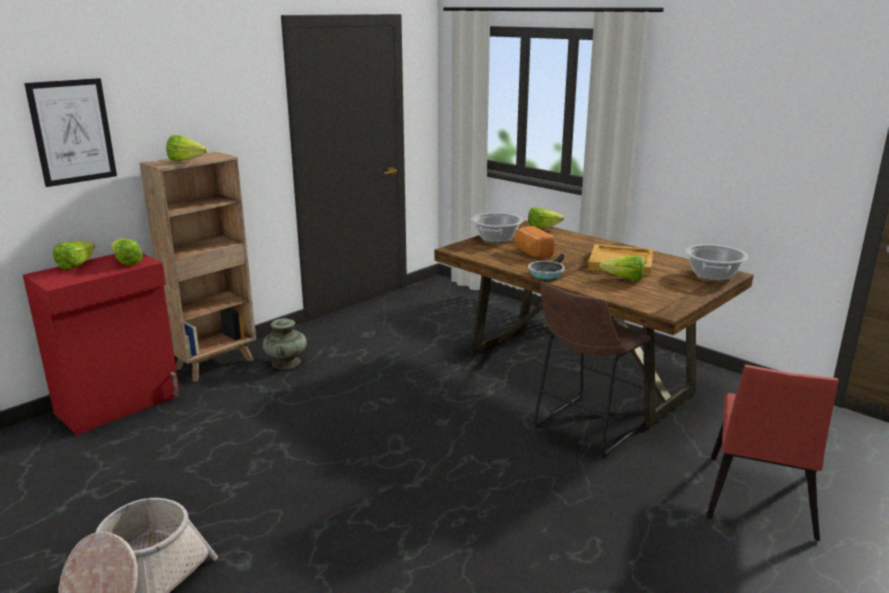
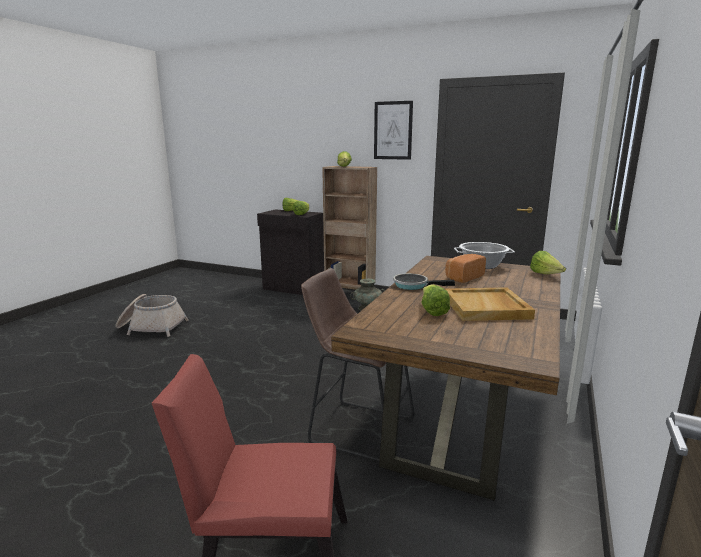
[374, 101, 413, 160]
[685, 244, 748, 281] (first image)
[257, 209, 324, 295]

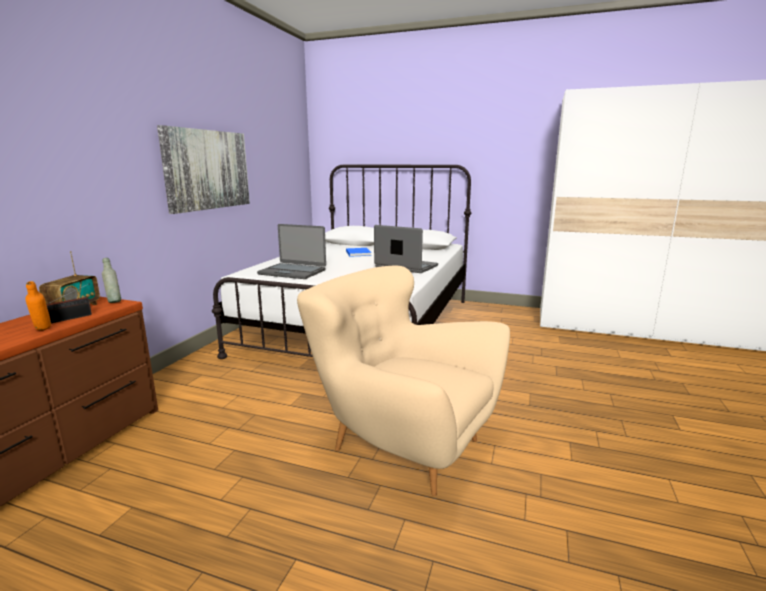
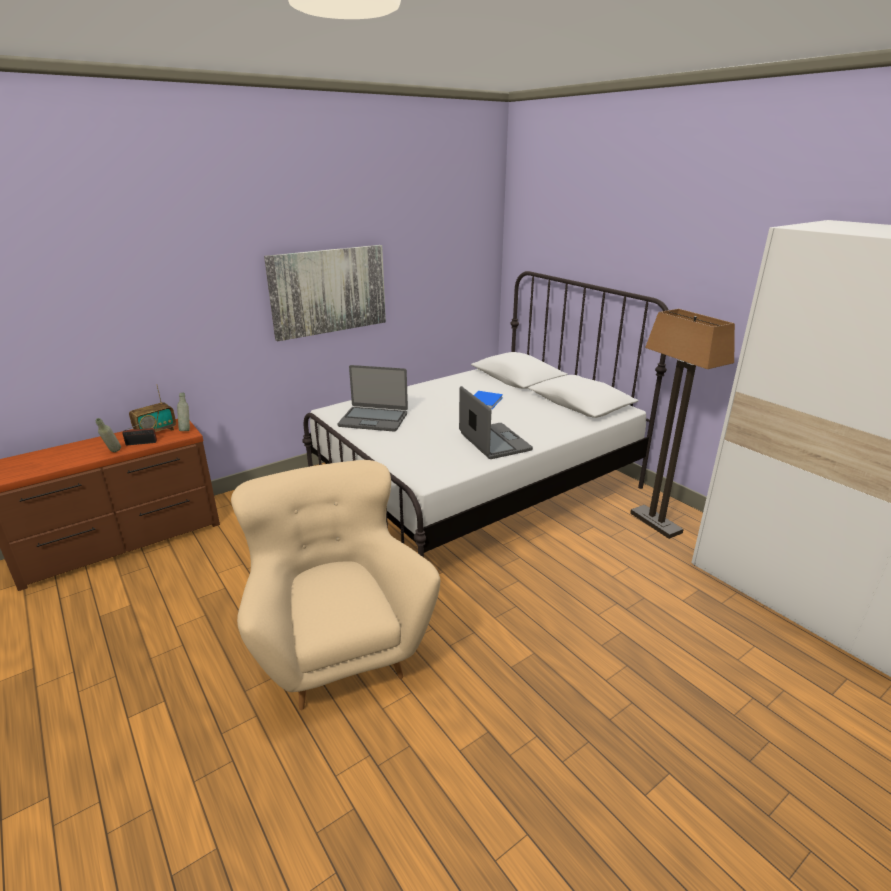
[338, 365, 408, 432]
[96, 418, 121, 452]
[630, 309, 735, 539]

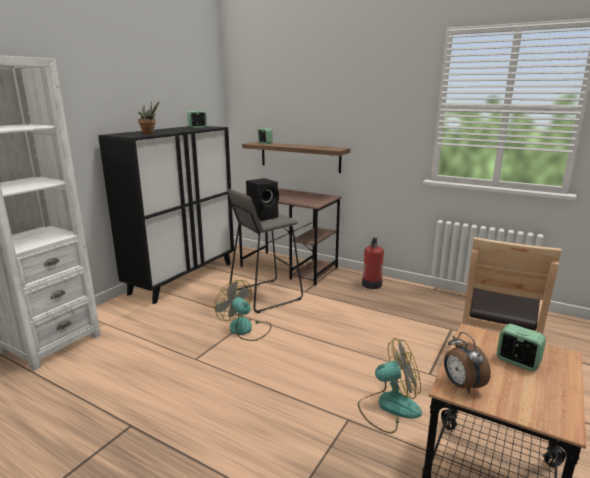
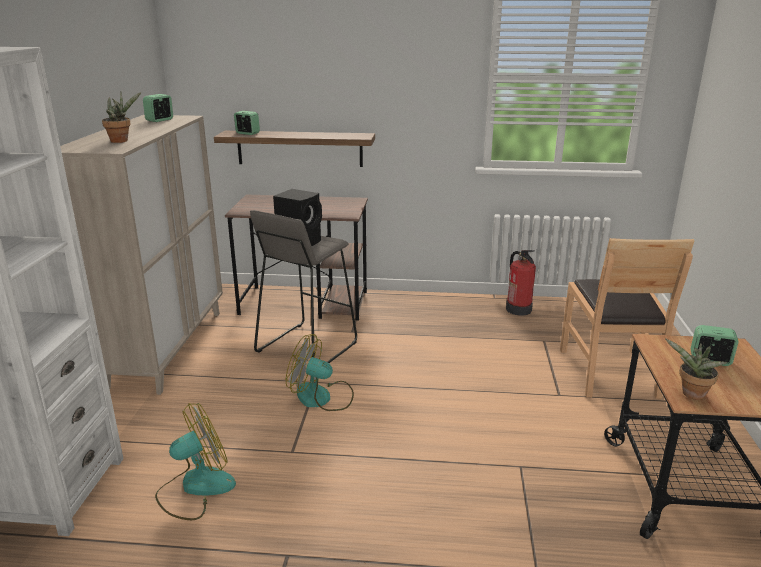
[60, 115, 223, 395]
[506, 250, 536, 316]
[665, 338, 728, 400]
[155, 403, 236, 520]

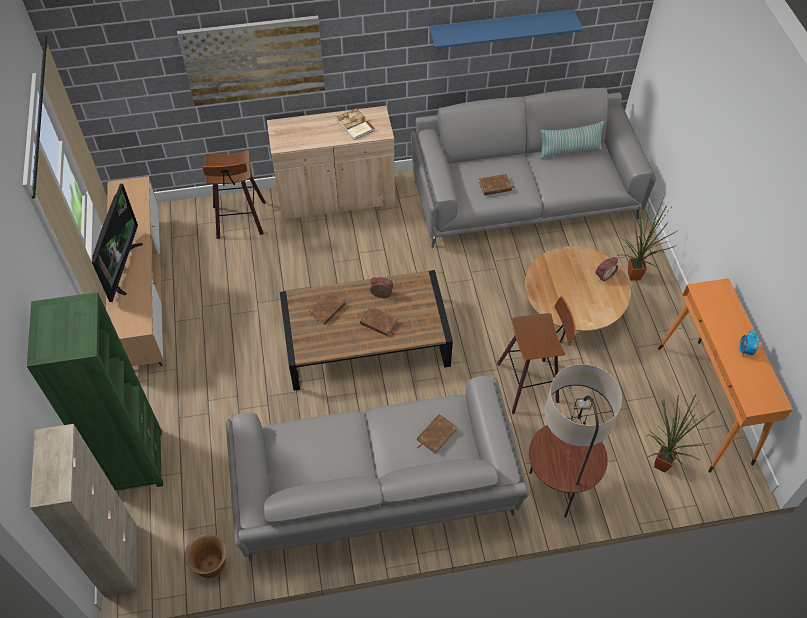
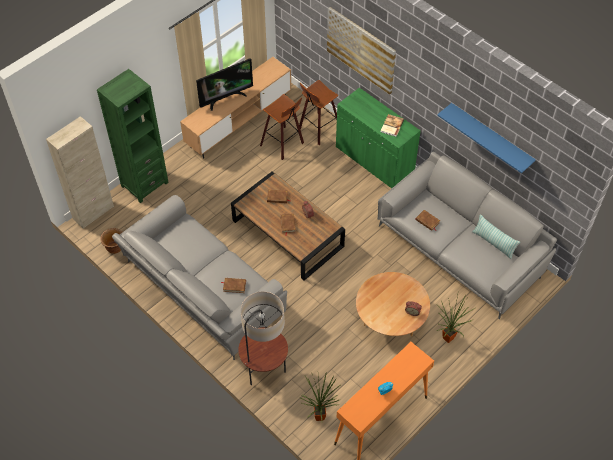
[336, 88, 421, 188]
[260, 94, 304, 160]

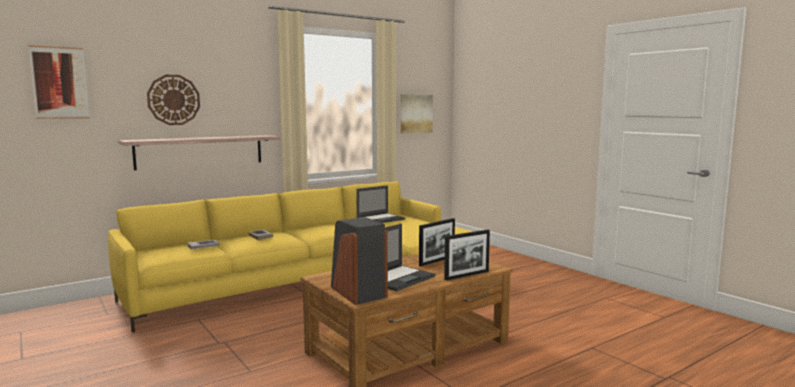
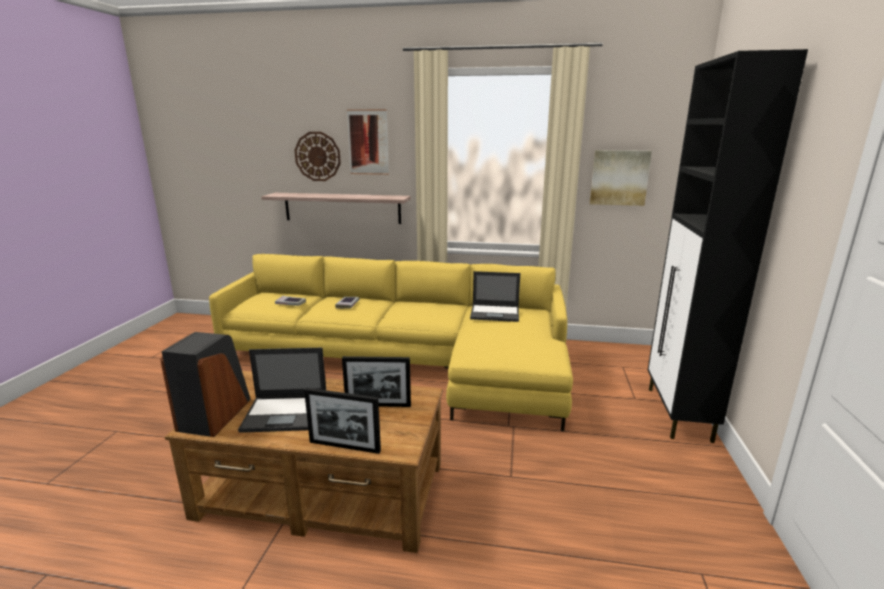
[347, 109, 389, 175]
[648, 49, 808, 443]

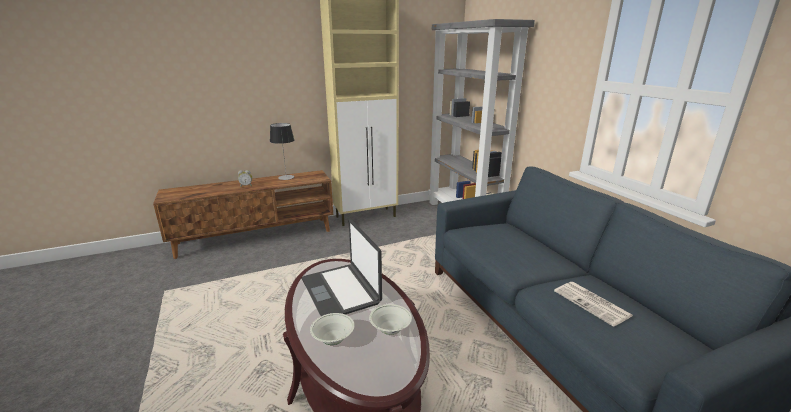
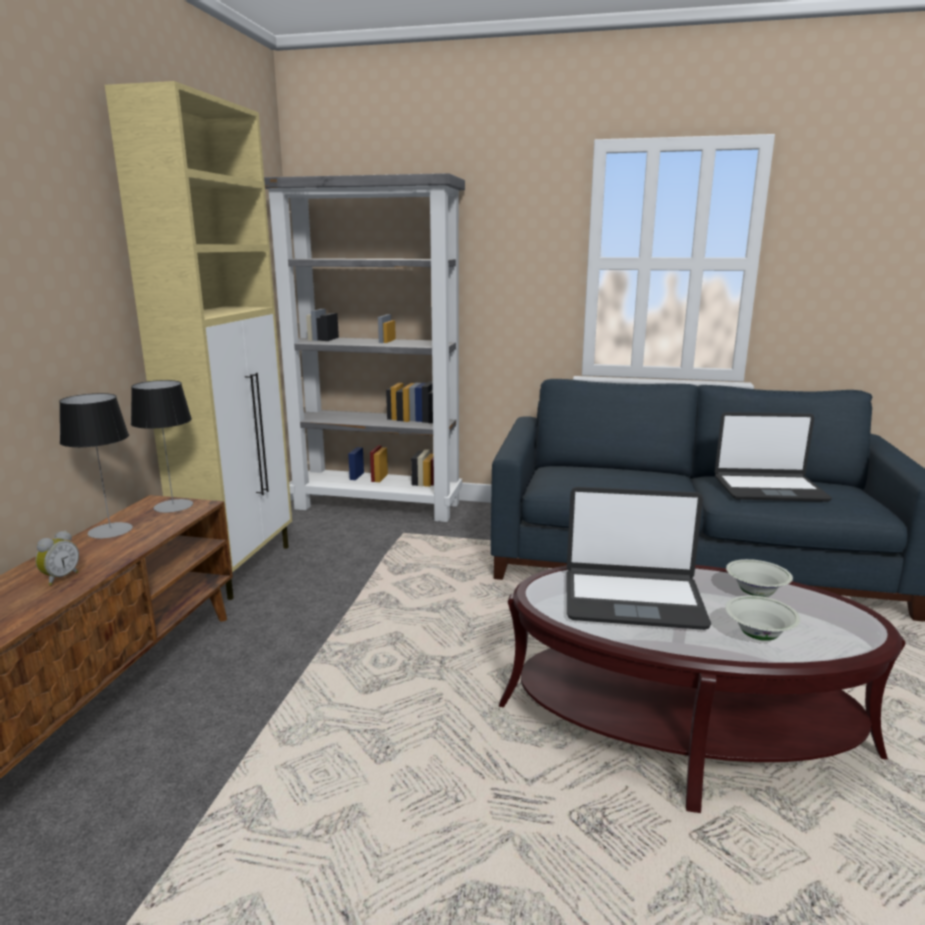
[715, 412, 832, 502]
[131, 380, 193, 513]

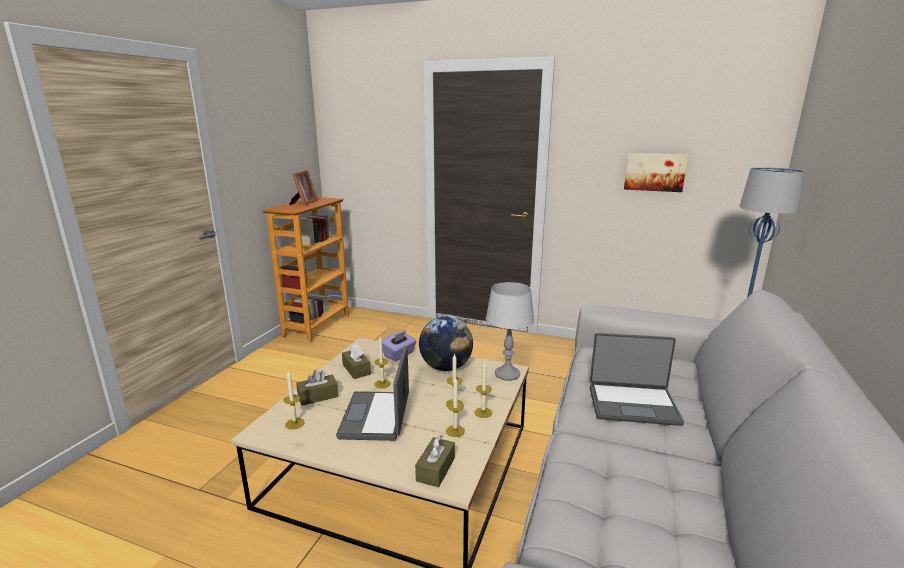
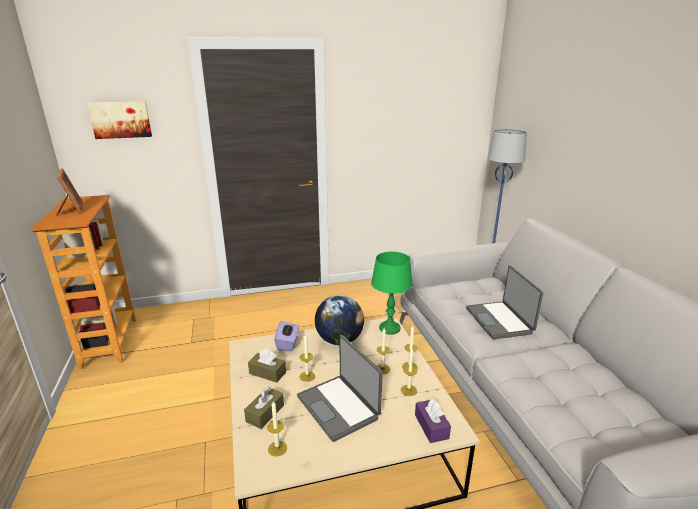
[87, 101, 152, 139]
[371, 252, 413, 335]
[466, 266, 543, 339]
[415, 398, 451, 443]

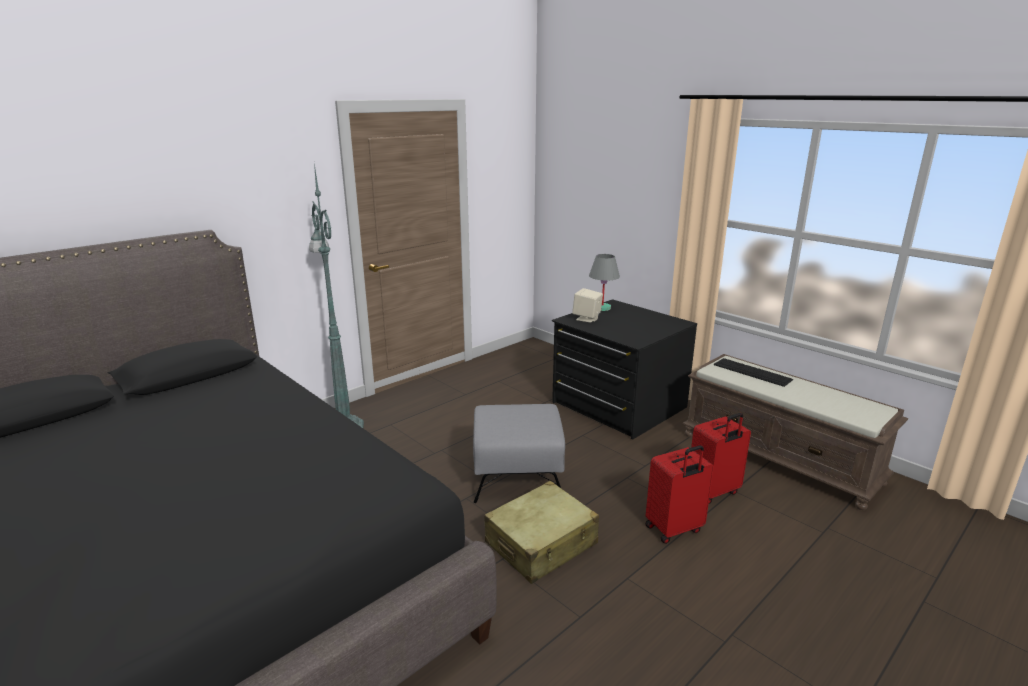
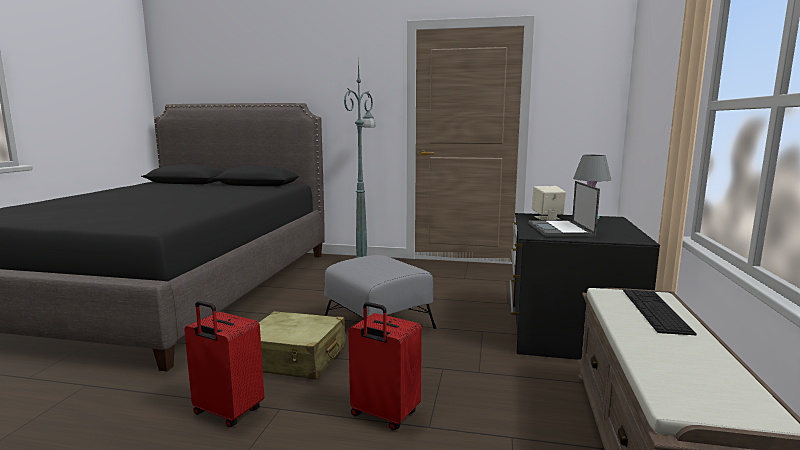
[184, 301, 264, 427]
[528, 181, 600, 237]

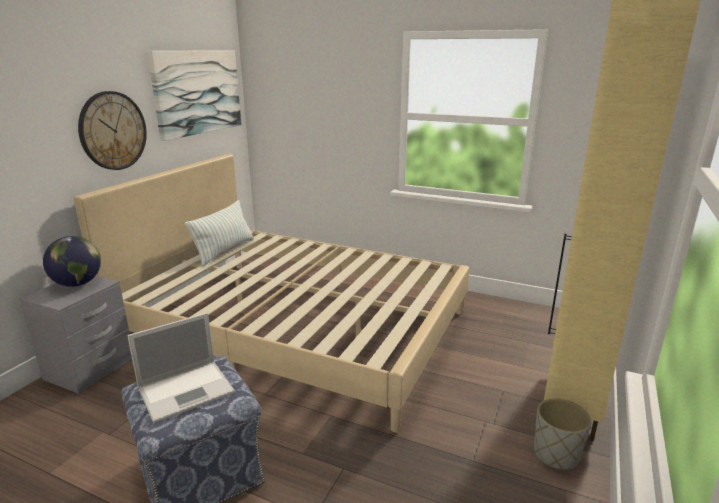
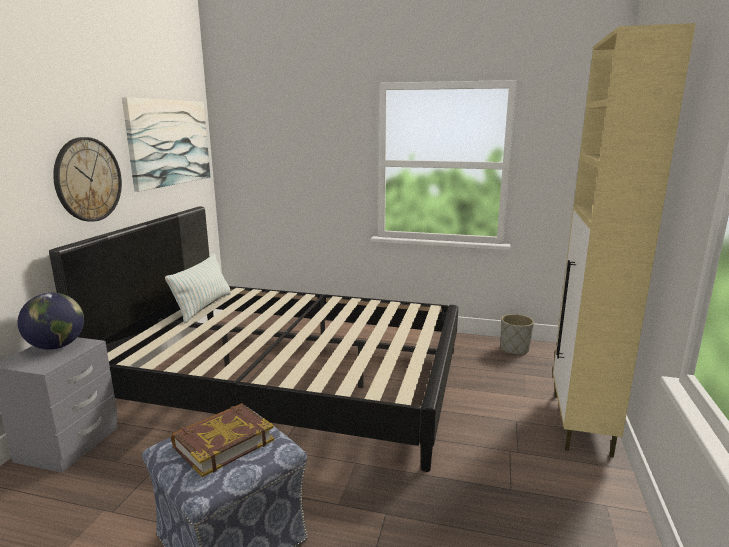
[49, 207, 458, 472]
[171, 403, 275, 477]
[500, 314, 534, 355]

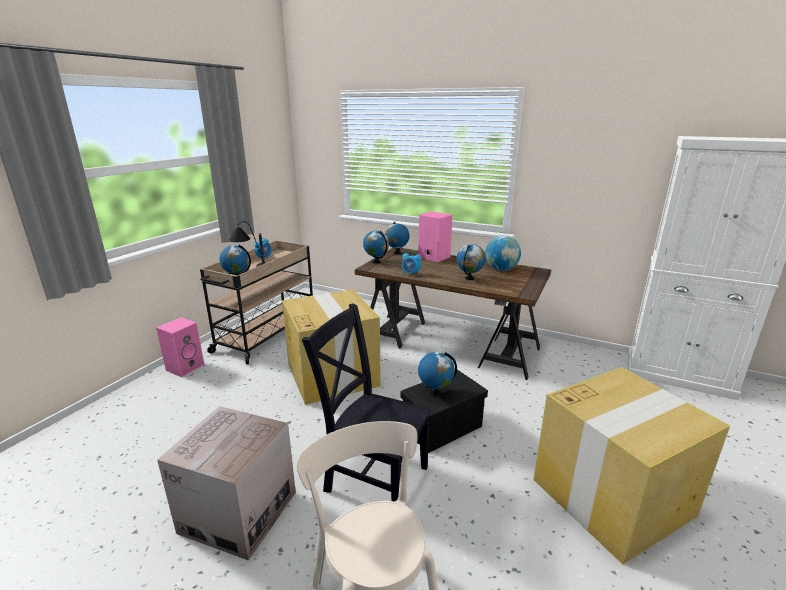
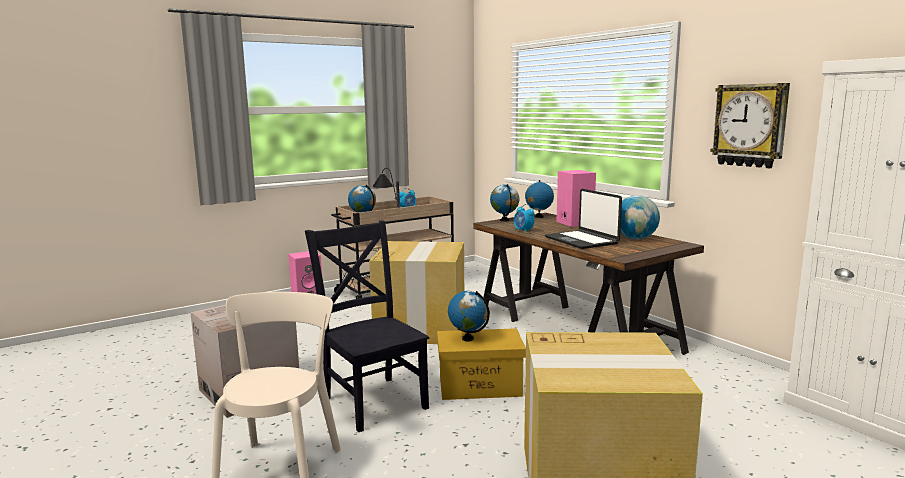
[545, 189, 622, 249]
[437, 328, 526, 400]
[710, 83, 790, 168]

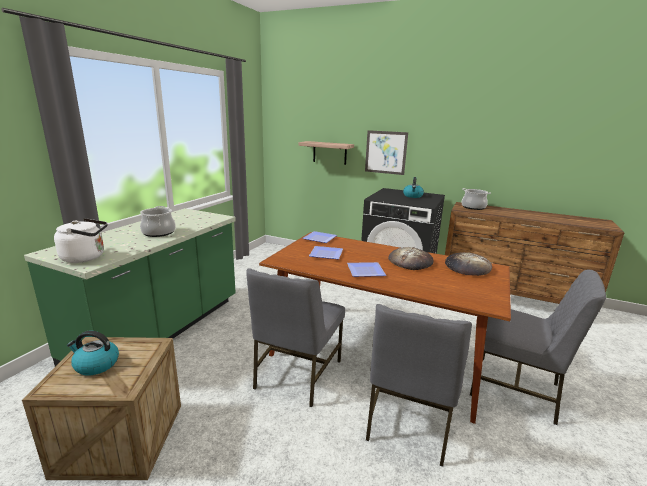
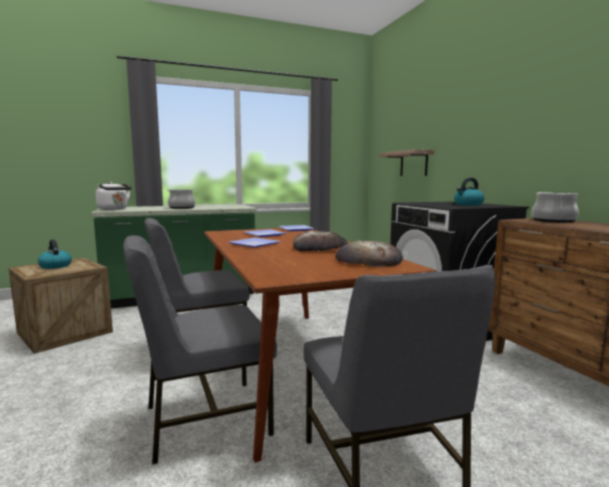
[365, 130, 408, 175] (first image)

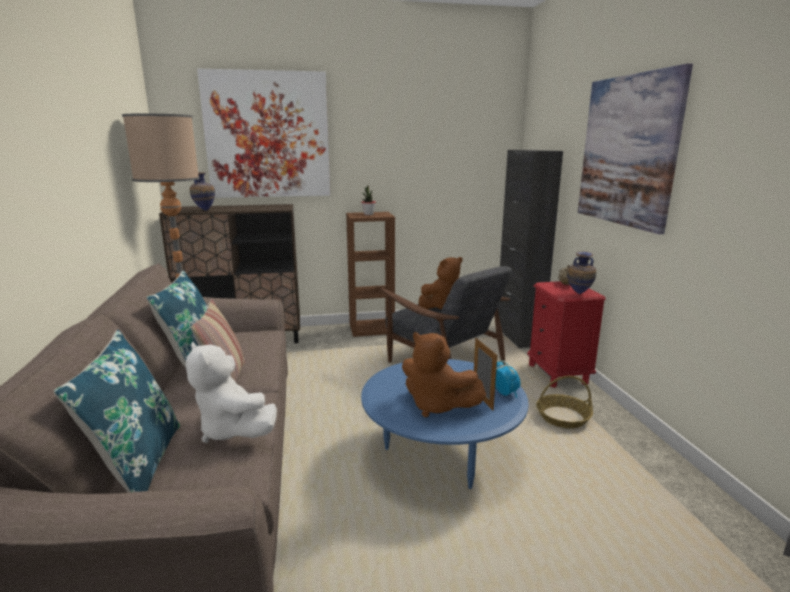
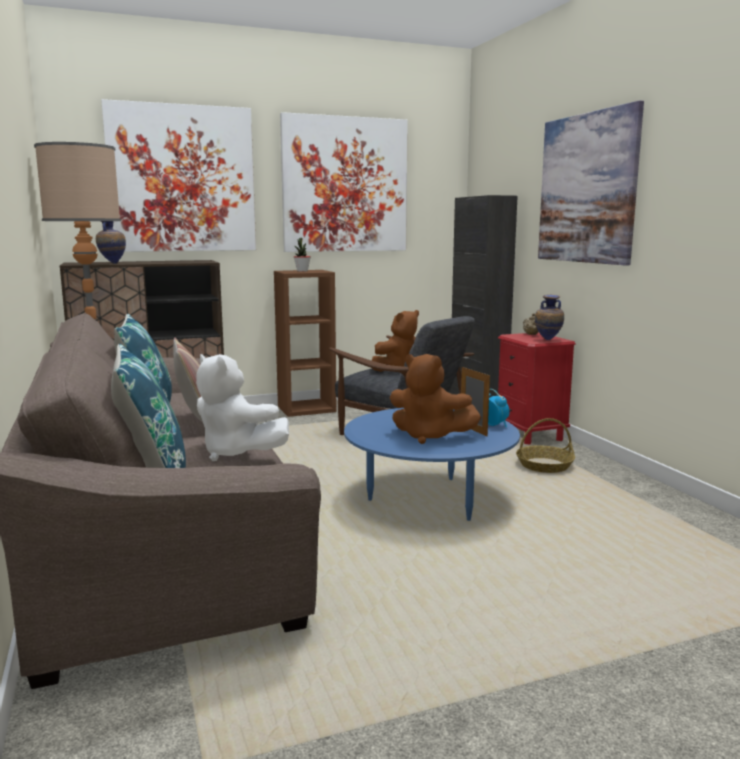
[280, 112, 408, 252]

